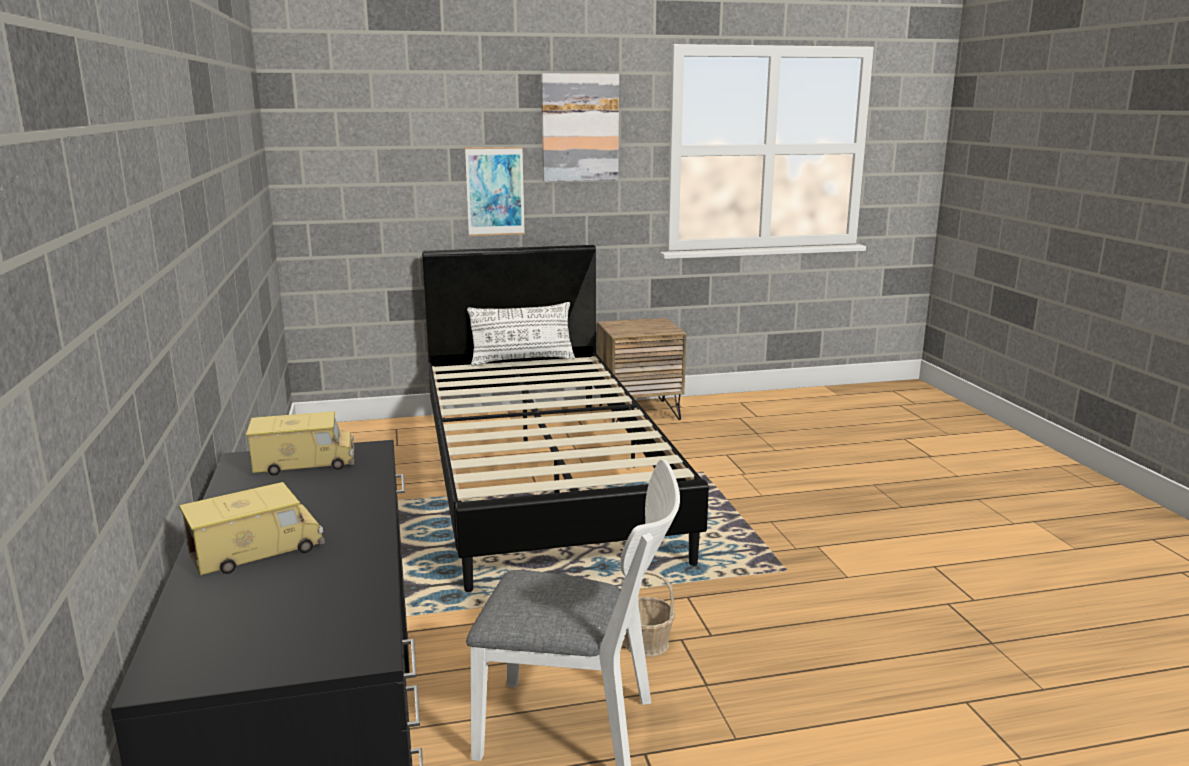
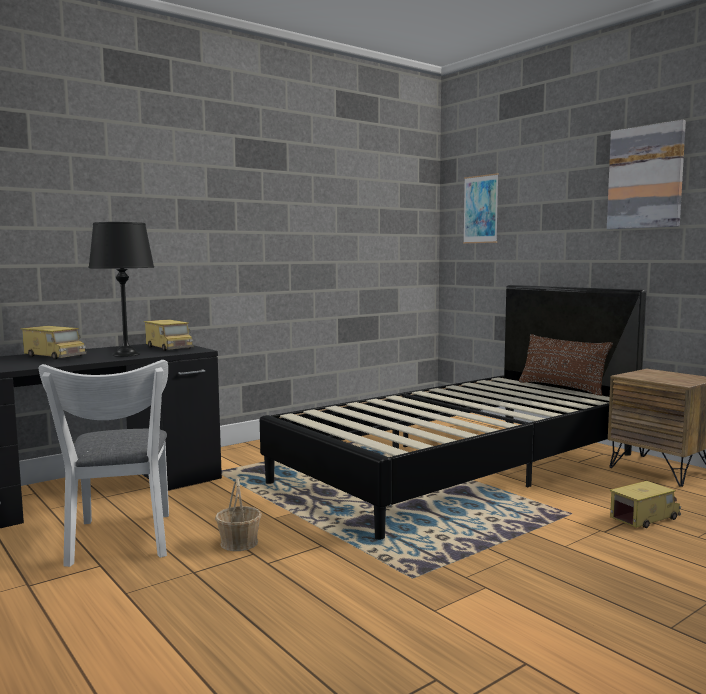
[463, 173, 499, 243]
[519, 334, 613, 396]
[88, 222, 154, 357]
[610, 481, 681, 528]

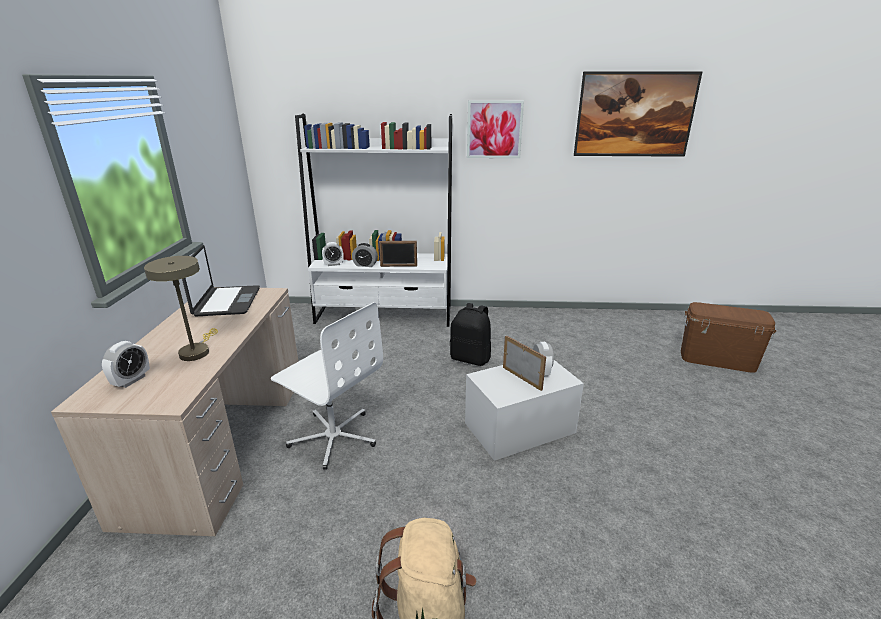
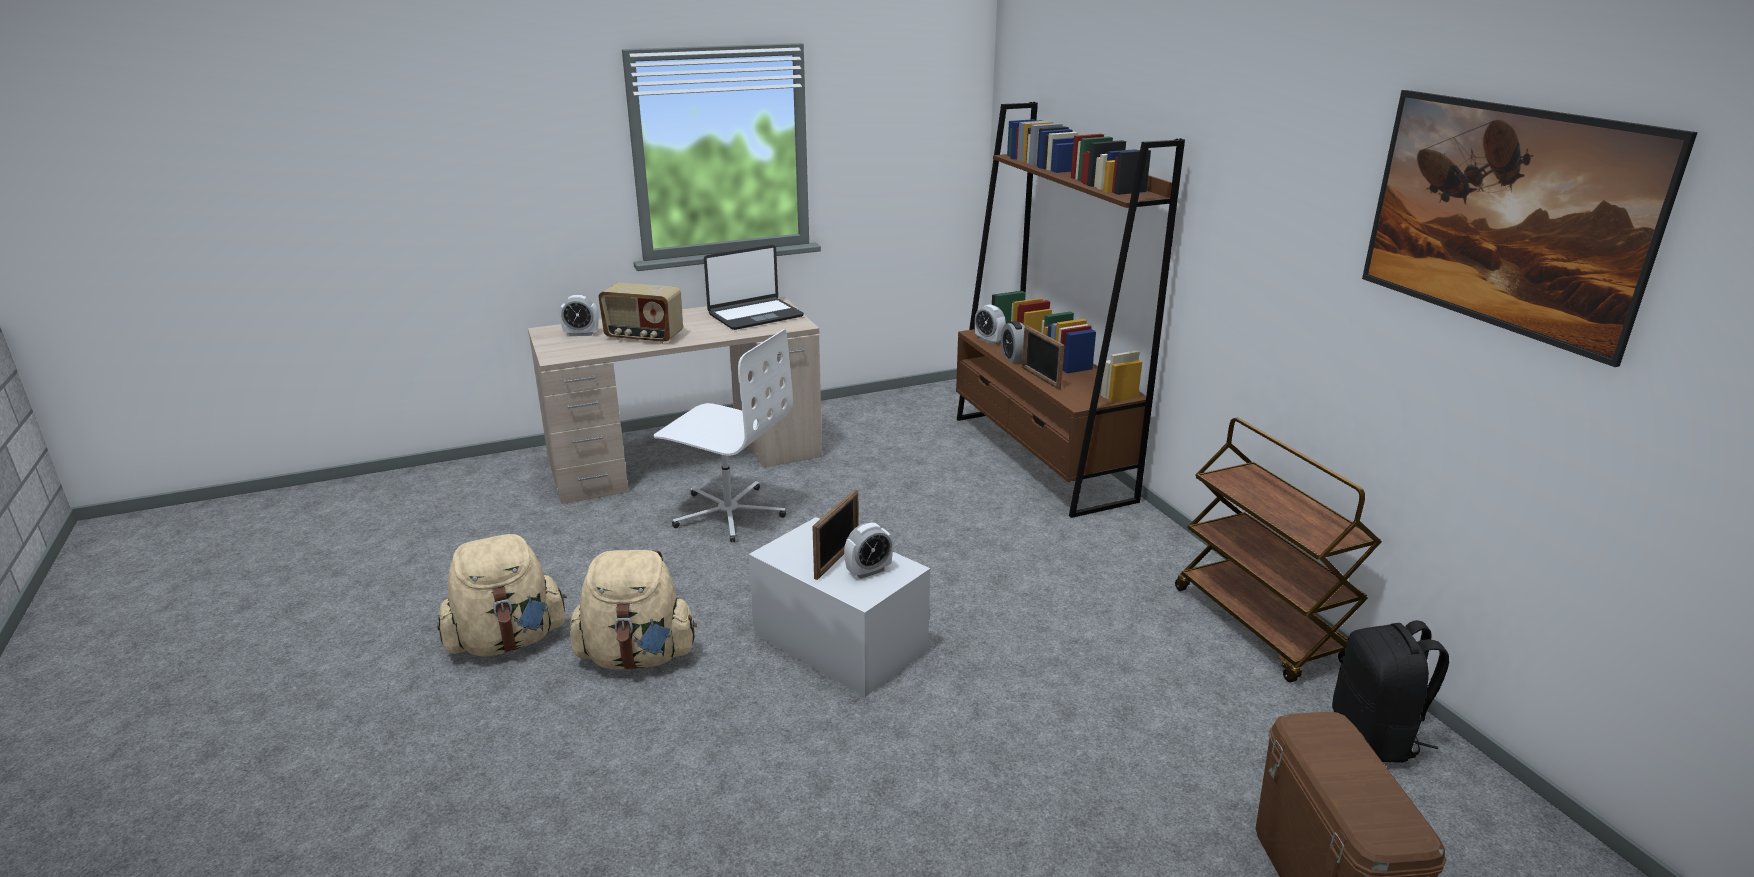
[467, 100, 524, 158] (first image)
[956, 102, 1185, 518]
[598, 282, 683, 344]
[654, 329, 793, 542]
[1332, 620, 1449, 763]
[1175, 418, 1382, 682]
[570, 550, 697, 670]

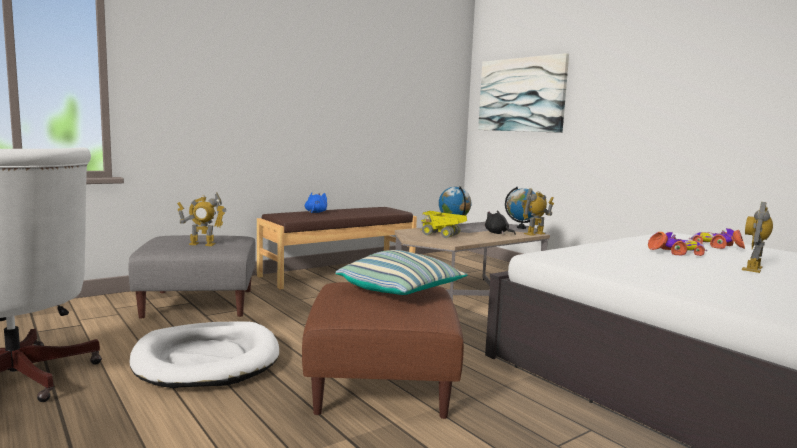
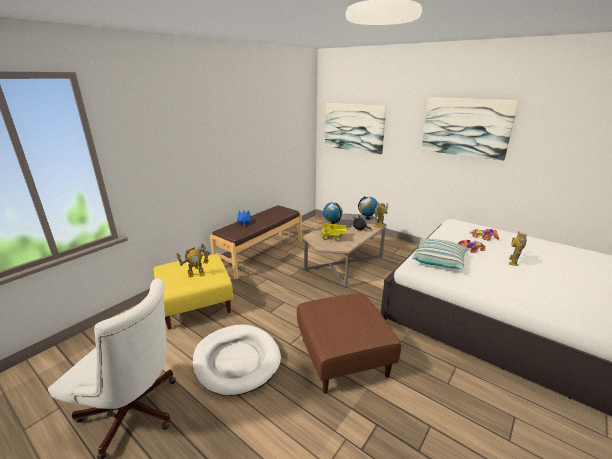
[154, 254, 233, 329]
[412, 238, 468, 269]
[421, 97, 519, 160]

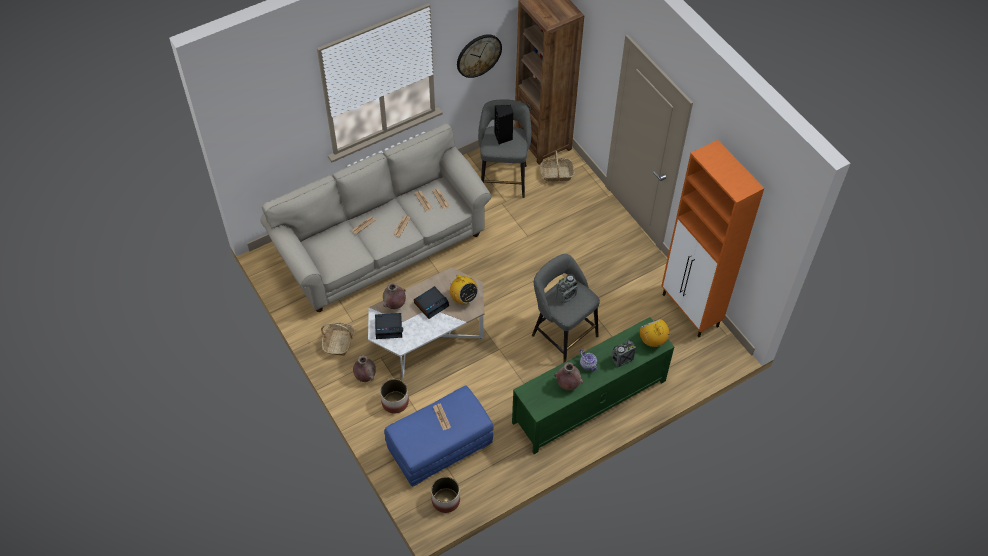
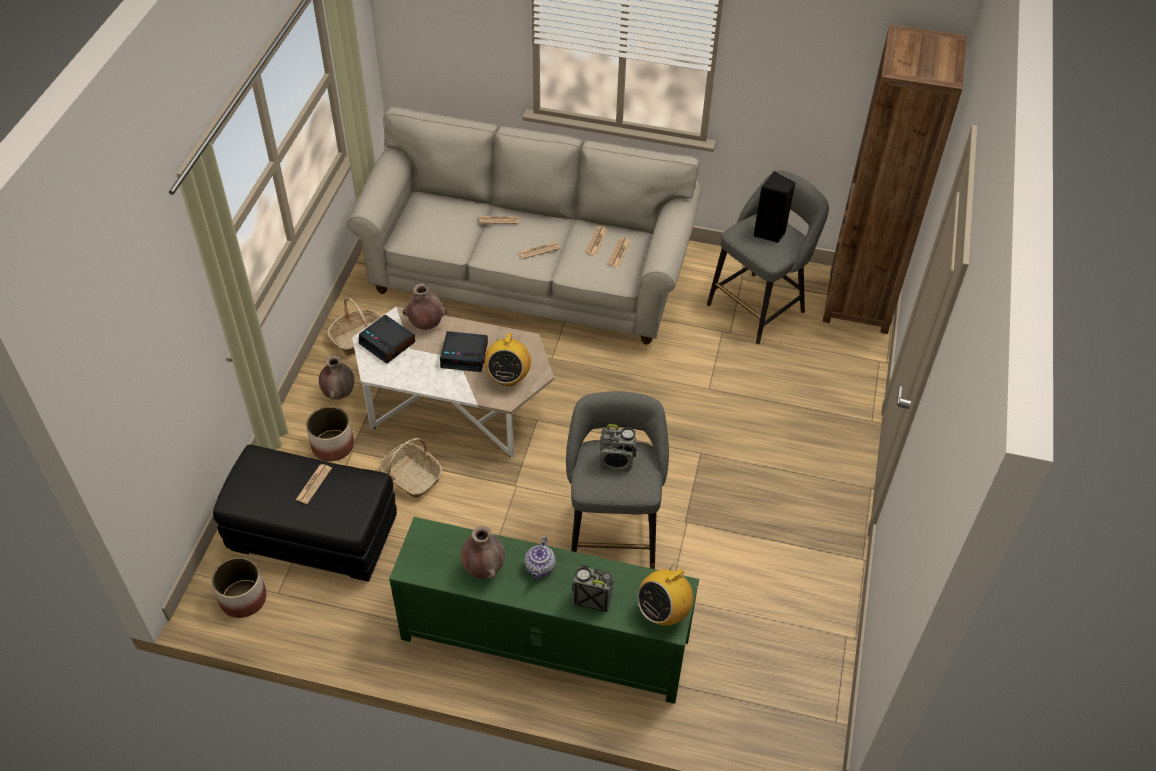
[457, 34, 502, 78] (first image)
[661, 140, 764, 338] (first image)
[379, 438, 443, 498]
[637, 559, 693, 626]
[213, 445, 397, 582]

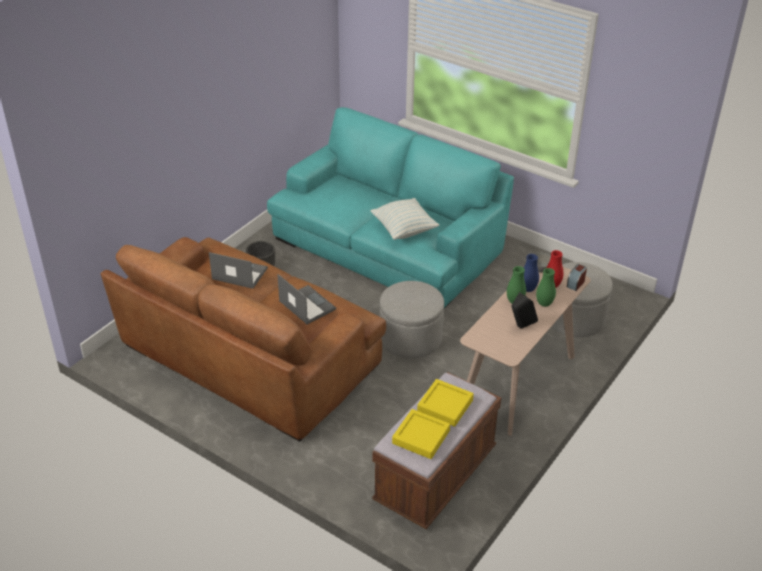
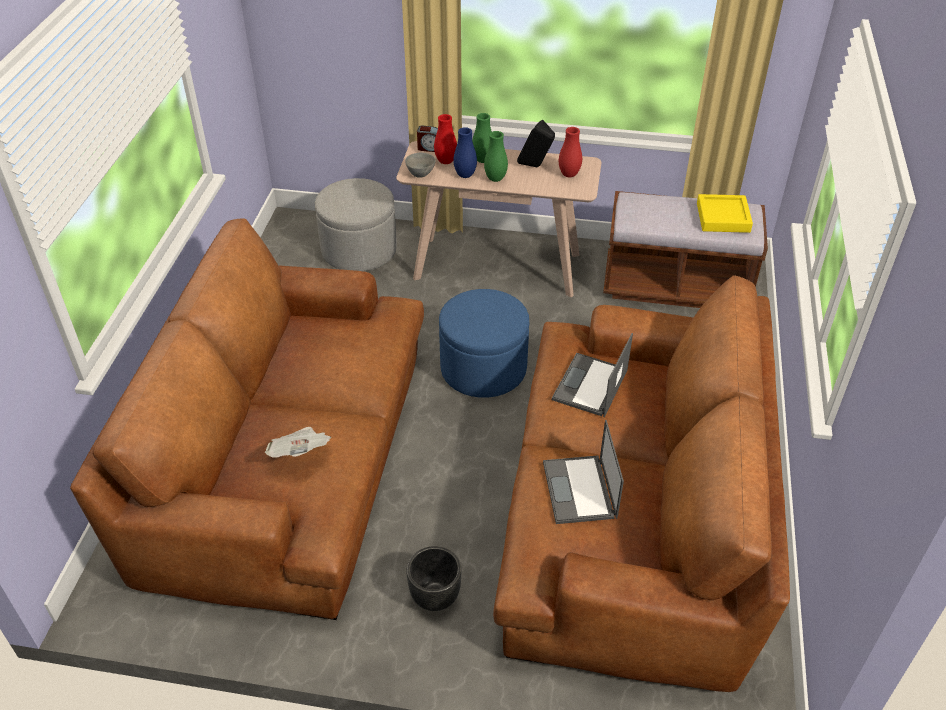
[70, 218, 424, 620]
[370, 198, 439, 240] (first image)
[439, 289, 529, 398]
[417, 379, 474, 427] (first image)
[559, 127, 582, 177]
[265, 427, 331, 458]

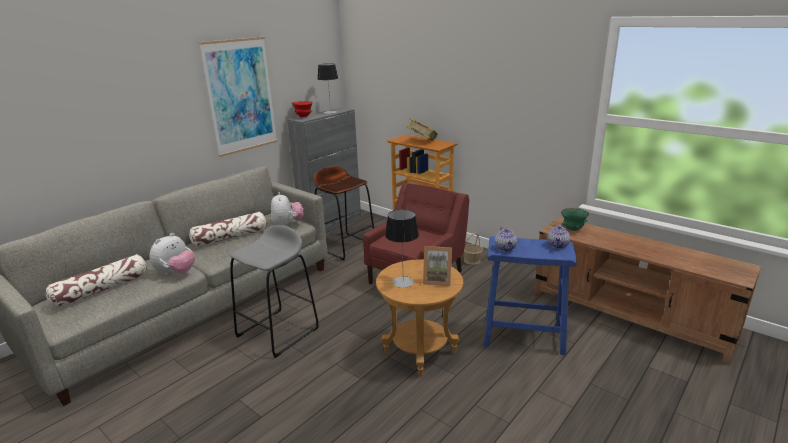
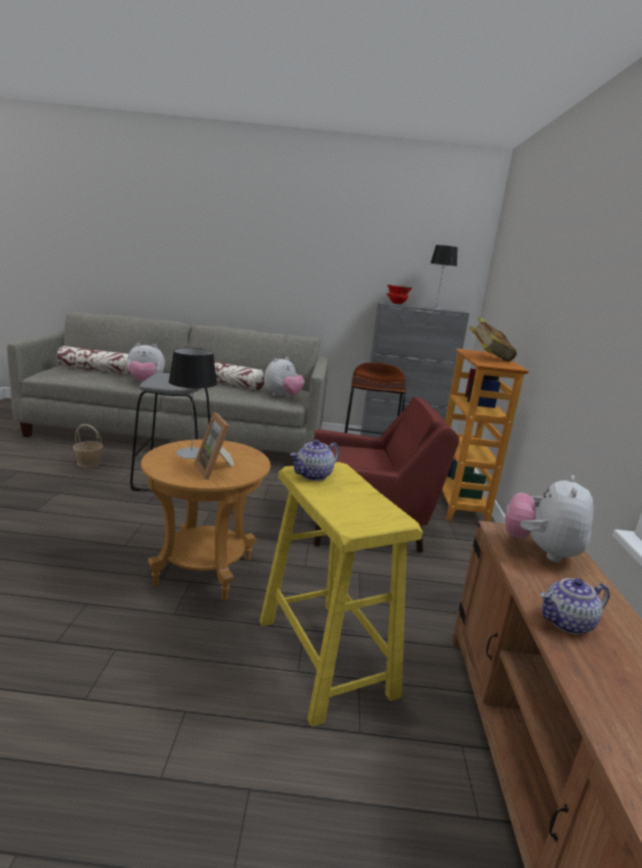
[199, 37, 278, 157] (first image)
[505, 475, 593, 562]
[540, 578, 610, 634]
[73, 424, 103, 468]
[259, 462, 423, 727]

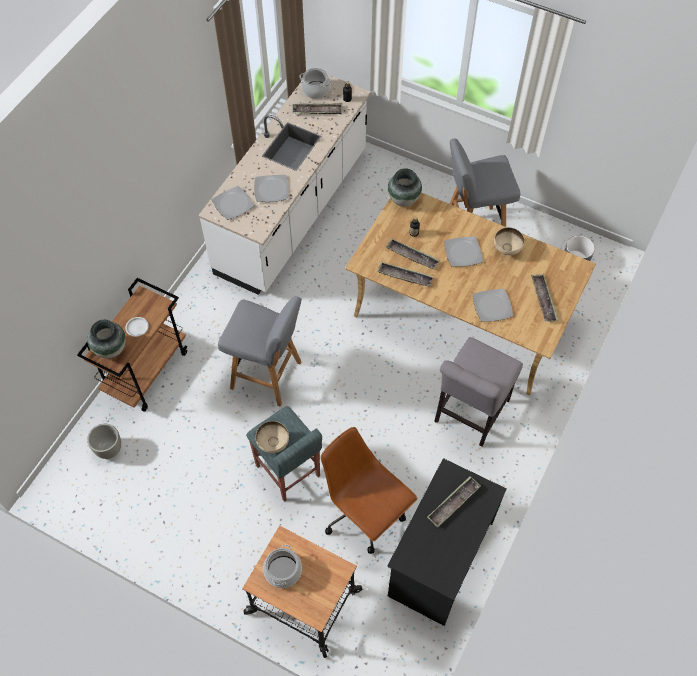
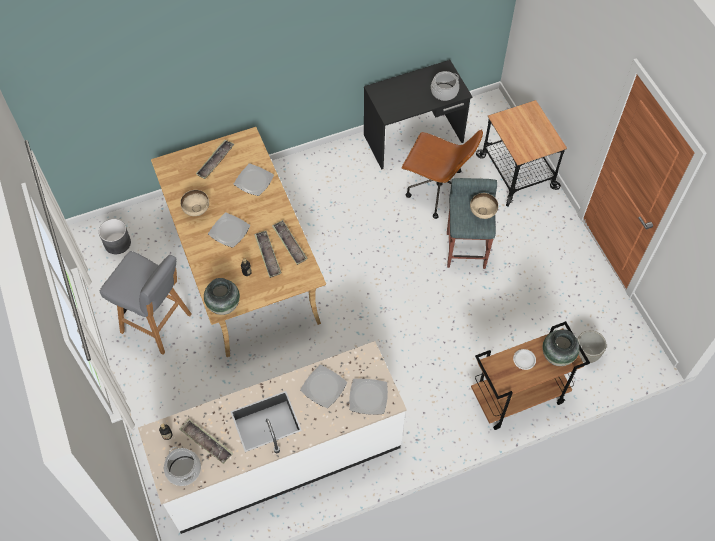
[218, 296, 302, 407] (first image)
[434, 337, 523, 447] (first image)
[401, 129, 483, 219]
[427, 476, 481, 527] (first image)
[431, 71, 459, 101]

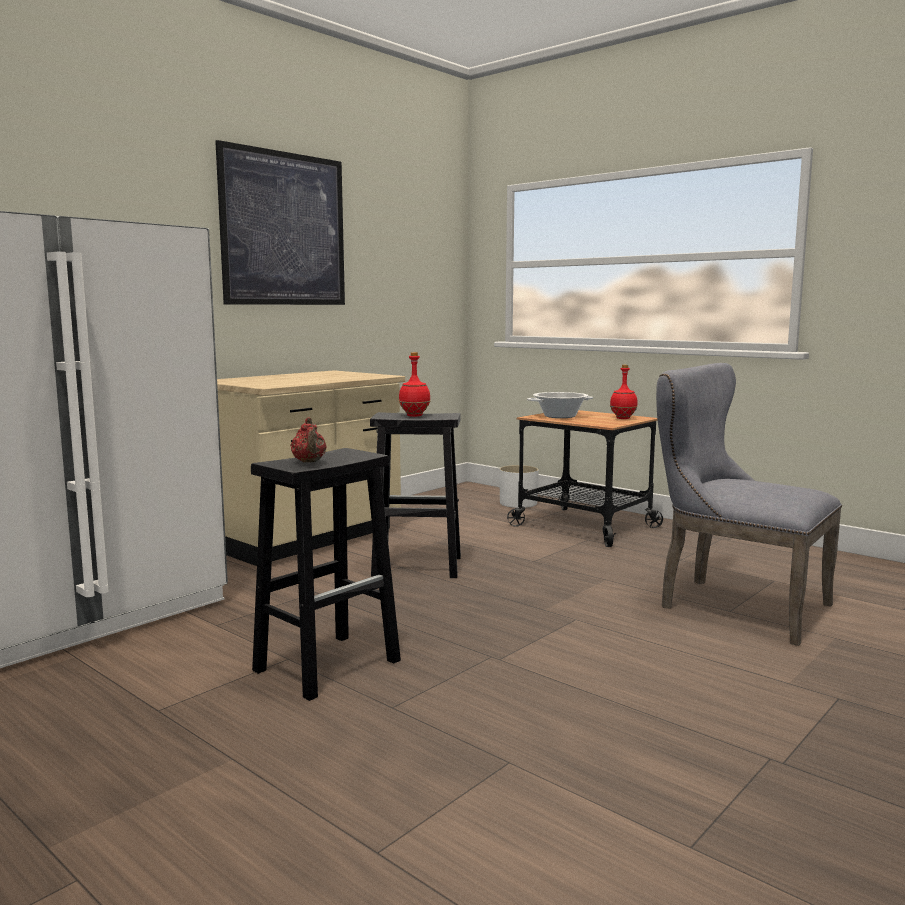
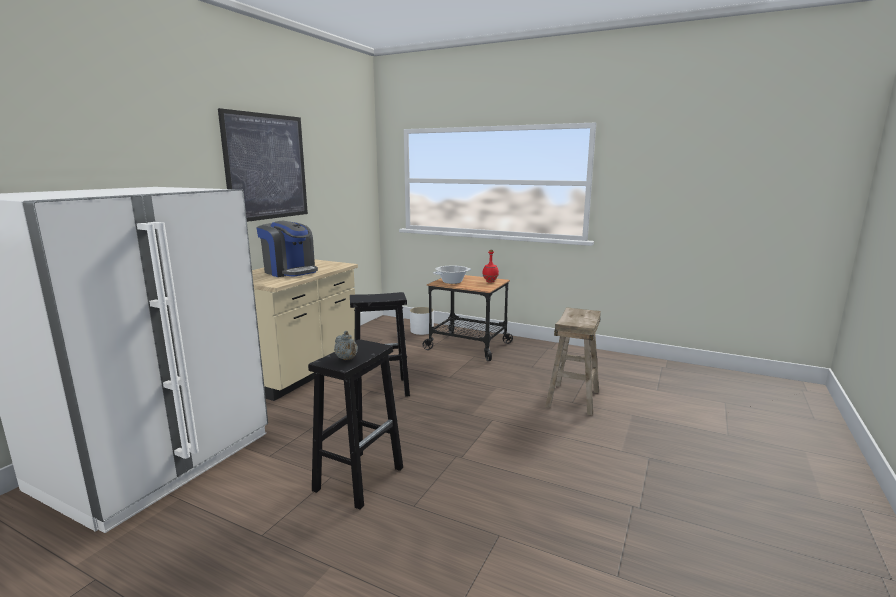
[399, 352, 430, 417] (first image)
[545, 307, 601, 415]
[334, 331, 358, 360]
[256, 221, 318, 277]

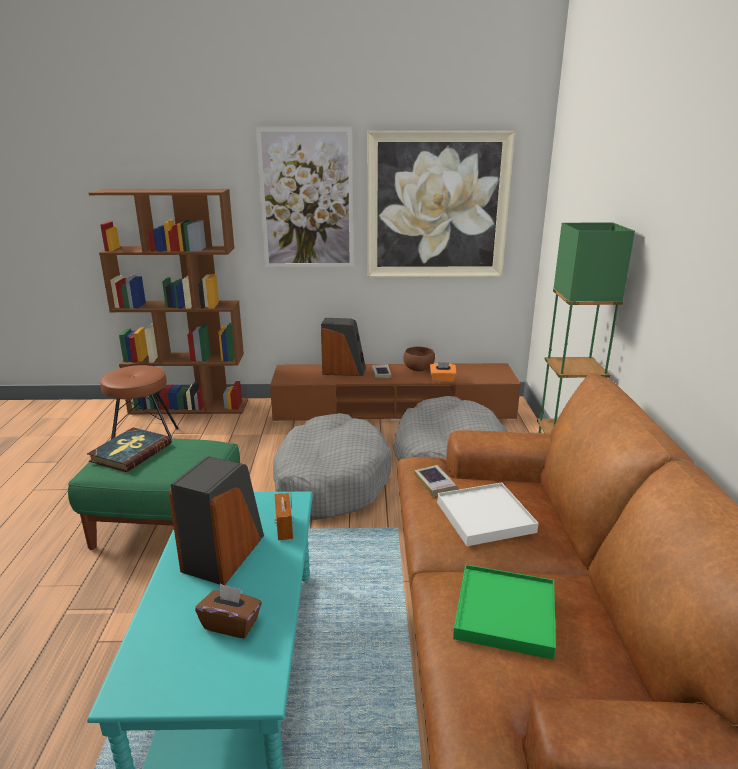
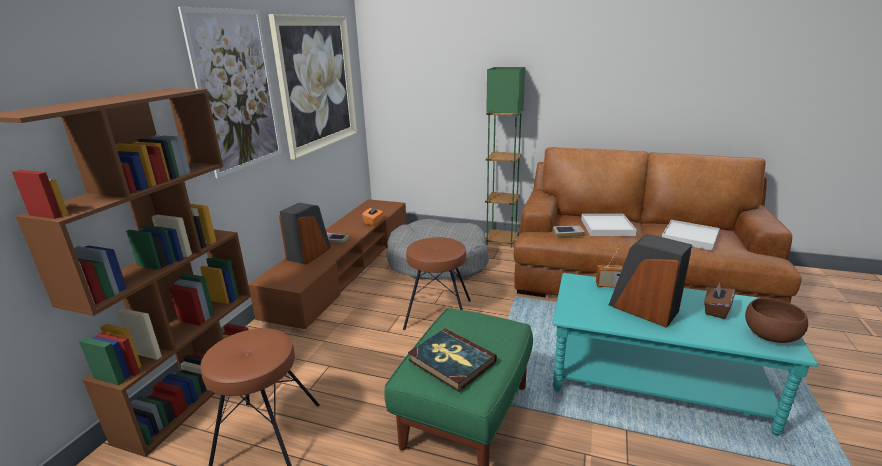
[745, 298, 808, 343]
[403, 237, 471, 330]
[662, 220, 720, 251]

